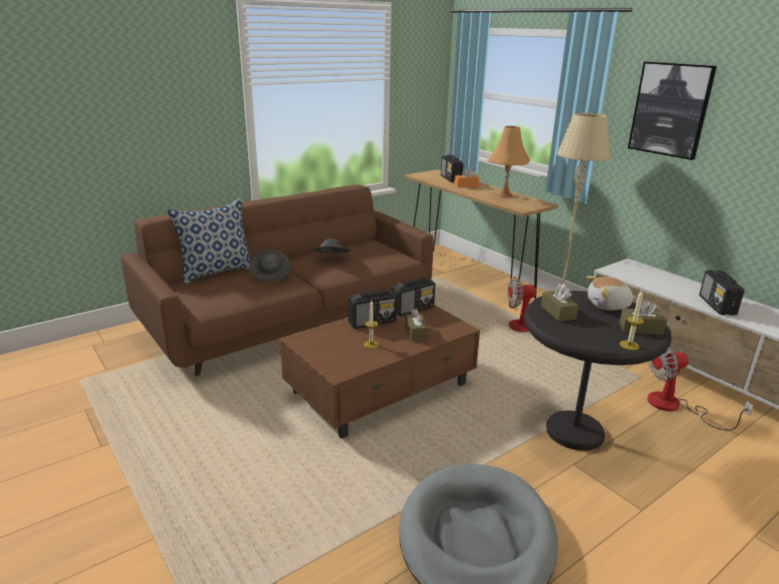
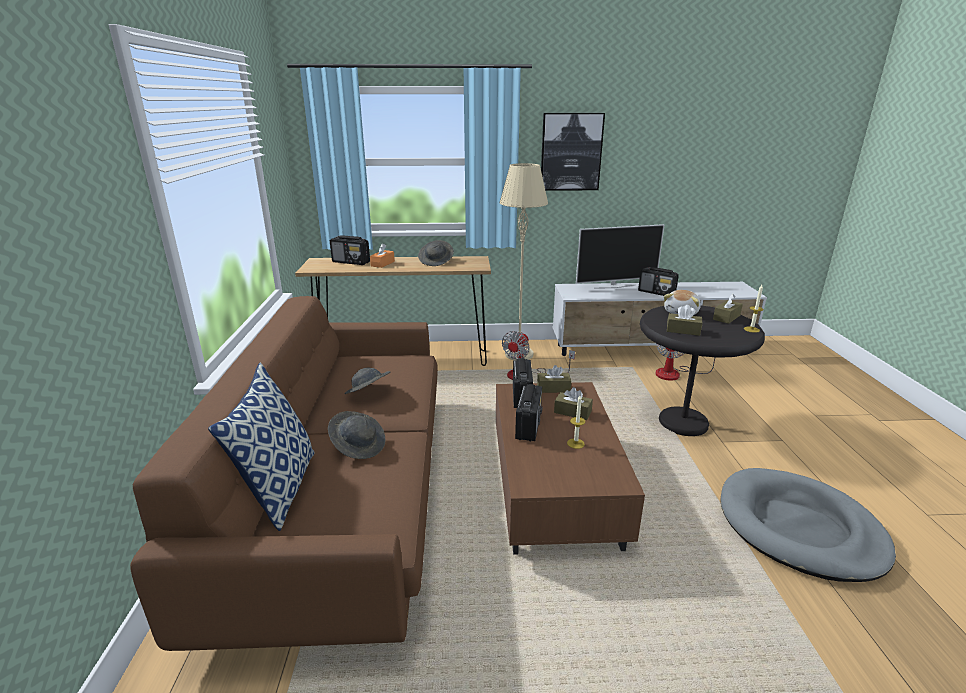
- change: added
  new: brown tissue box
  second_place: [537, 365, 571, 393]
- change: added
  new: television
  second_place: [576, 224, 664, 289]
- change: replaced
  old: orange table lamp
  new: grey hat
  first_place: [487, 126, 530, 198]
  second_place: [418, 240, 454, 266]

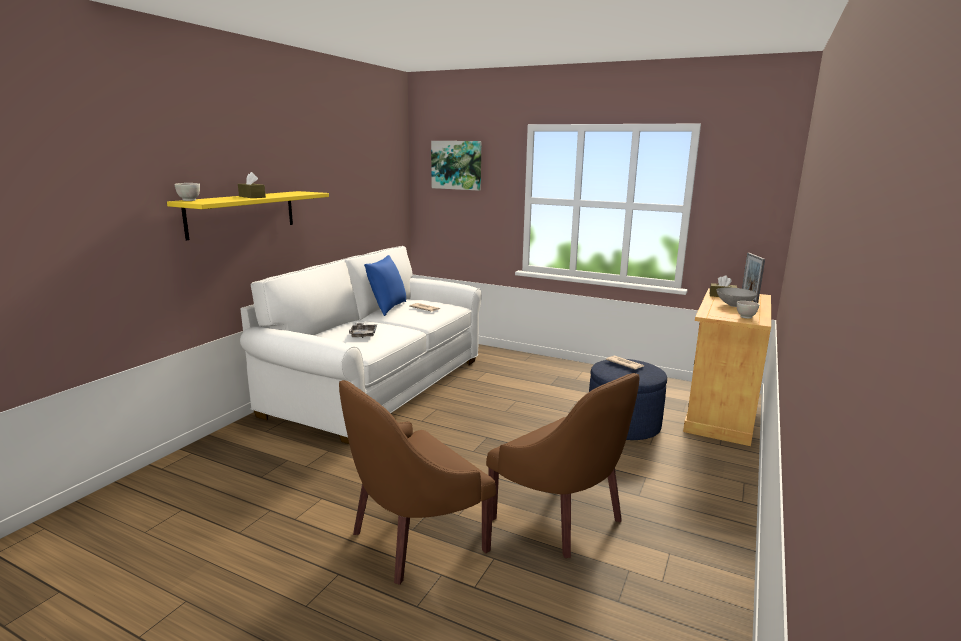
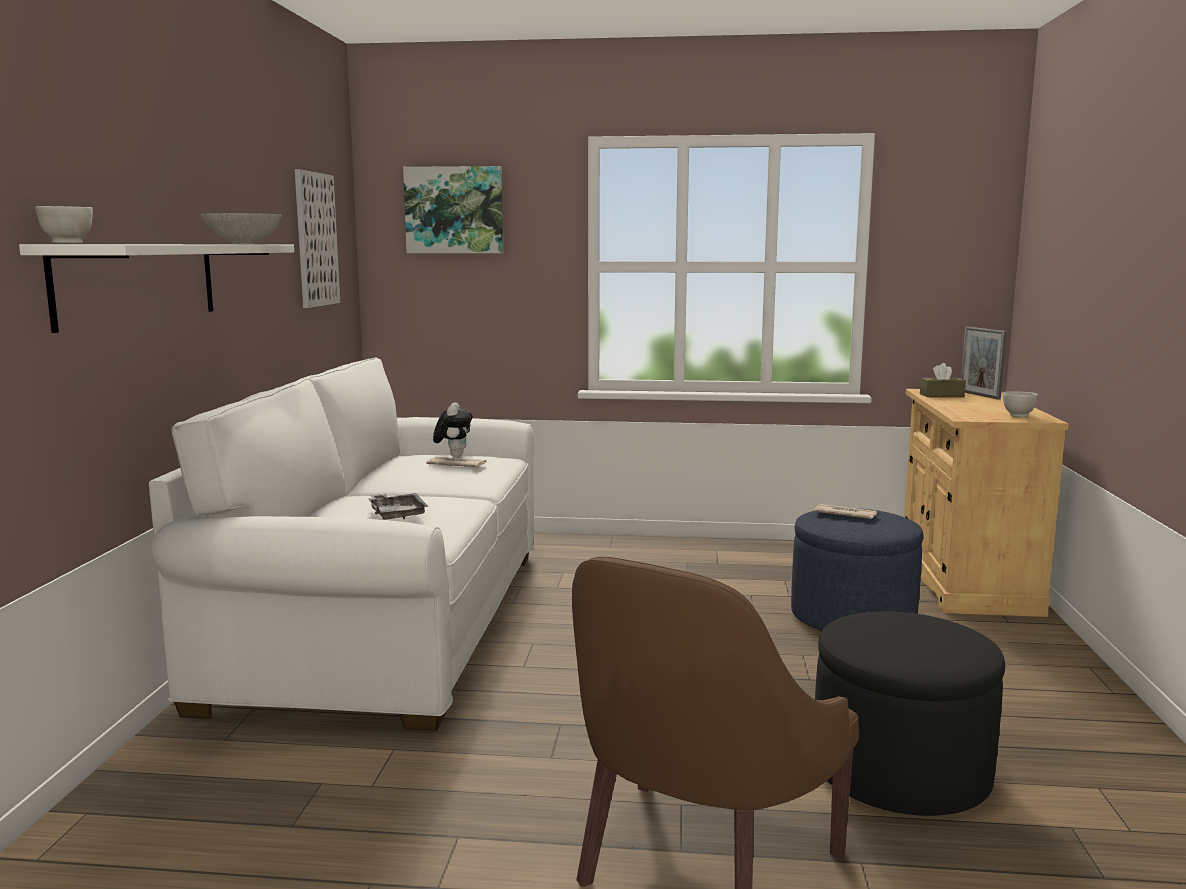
- change: removed
  old: brown tissue box
  first_place: [238, 172, 266, 198]
- change: removed
  old: blue pillow
  first_place: [364, 255, 406, 316]
- change: added
  new: picture
  second_place: [295, 169, 340, 308]
- change: added
  new: plush toy
  second_place: [433, 403, 473, 458]
- change: moved
  old: grey bowl
  first_place: [716, 287, 757, 307]
  second_place: [201, 213, 281, 244]
- change: replaced
  old: brown armchair
  new: black ottoman
  first_place: [486, 373, 640, 558]
  second_place: [815, 611, 1005, 816]
- change: recoloured
  old: yellow shelf
  new: white shelf
  first_place: [167, 191, 329, 240]
  second_place: [19, 244, 294, 333]

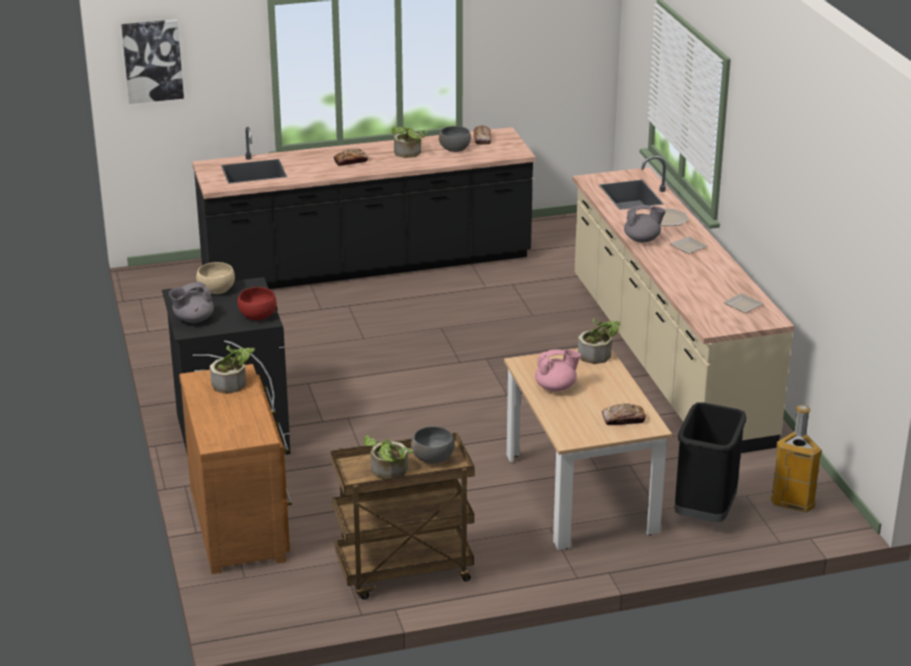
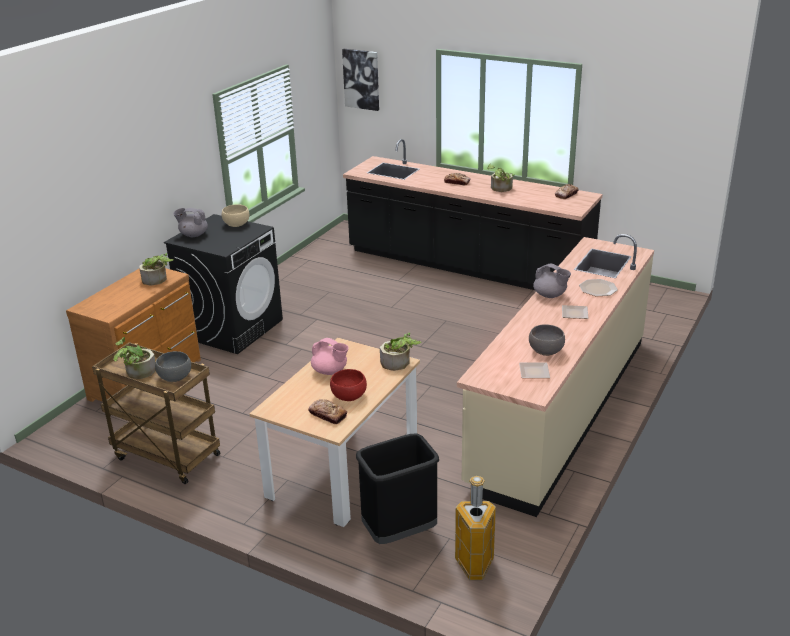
- change: moved
  old: red bowl
  first_place: [237, 287, 277, 320]
  second_place: [330, 369, 367, 401]
- change: moved
  old: grey bowl
  first_place: [439, 126, 471, 152]
  second_place: [529, 324, 565, 356]

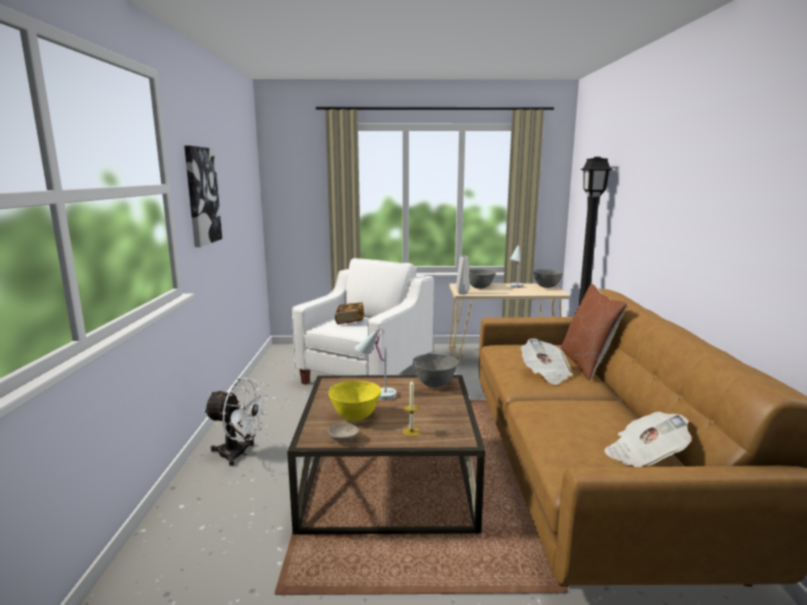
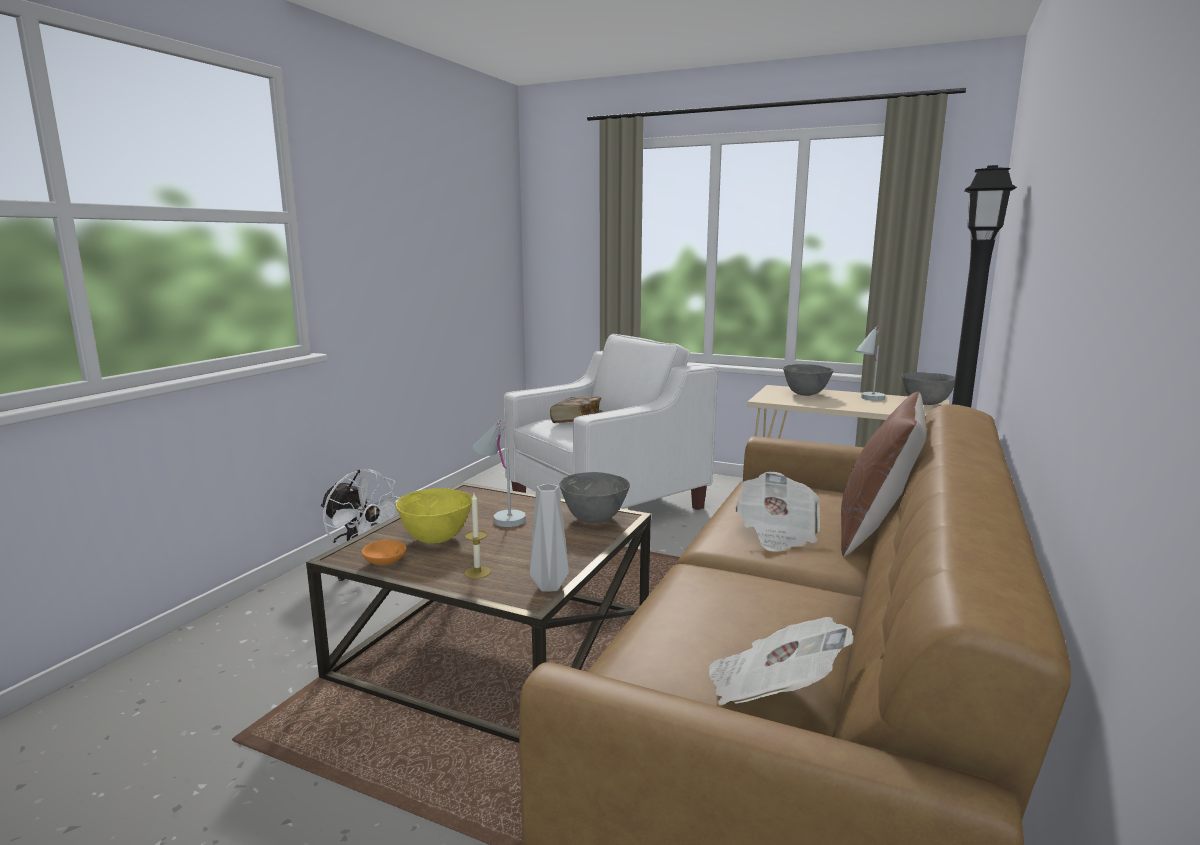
- change: removed
  old: picture
  first_place: [184, 146, 222, 247]
- change: moved
  old: grey vase
  first_place: [456, 256, 470, 295]
  second_place: [530, 484, 569, 592]
- change: recoloured
  old: beige bowl
  new: orange bowl
  first_place: [328, 423, 359, 442]
  second_place: [362, 539, 406, 565]

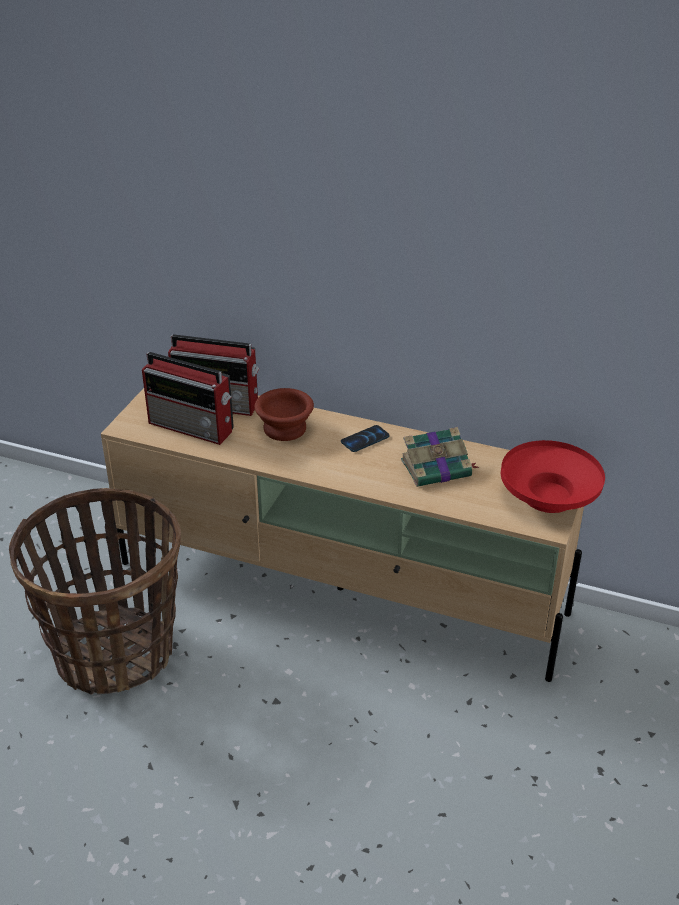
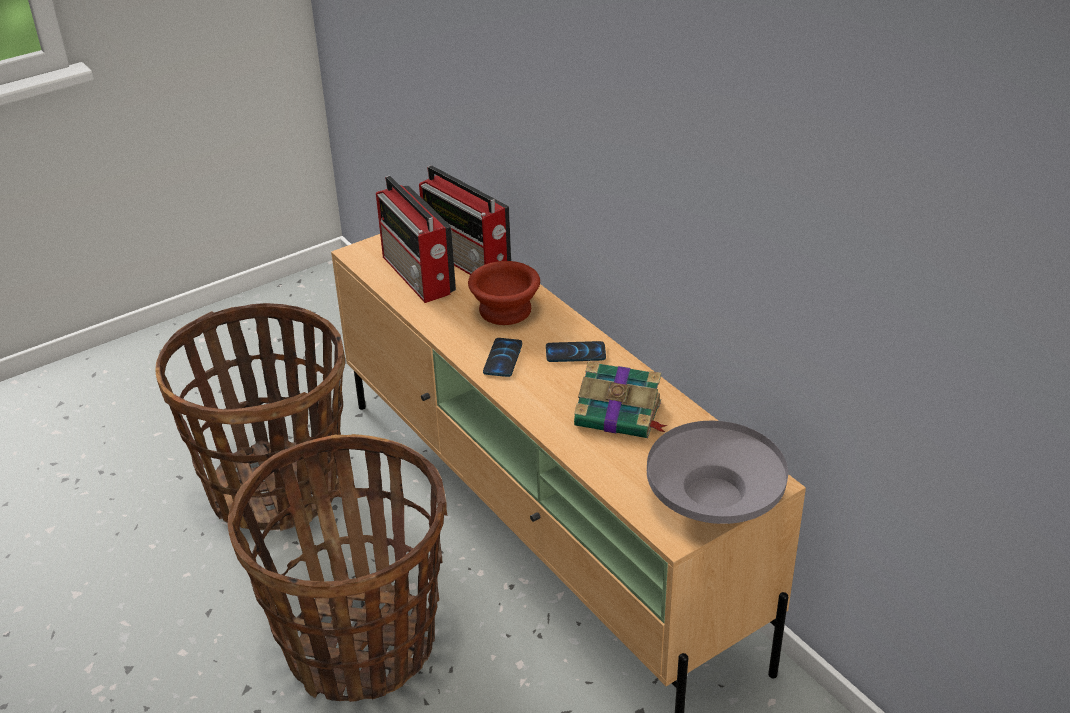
- change: added
  new: basket
  second_place: [228, 434, 447, 702]
- change: added
  new: phone
  second_place: [483, 338, 522, 377]
- change: recoloured
  old: red bowl
  new: grey bowl
  first_place: [501, 440, 605, 513]
  second_place: [647, 421, 788, 524]

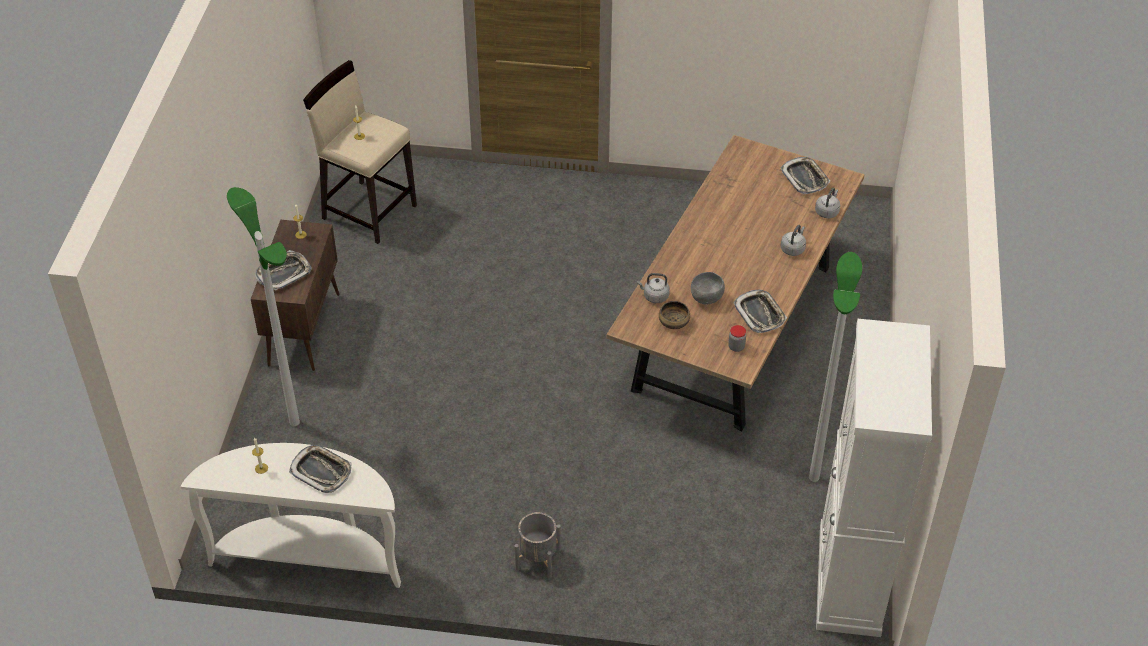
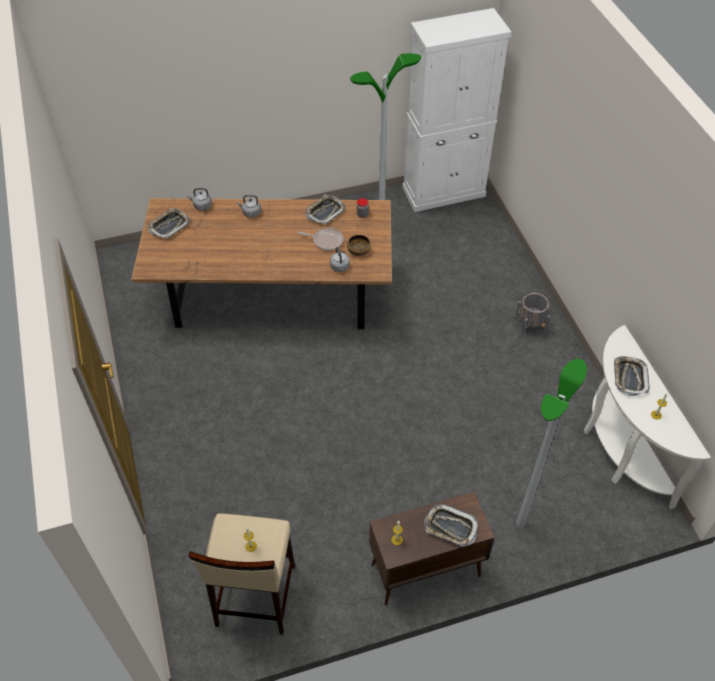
- change: replaced
  old: grey bowl
  new: frying pan
  first_place: [691, 272, 725, 305]
  second_place: [298, 228, 343, 250]

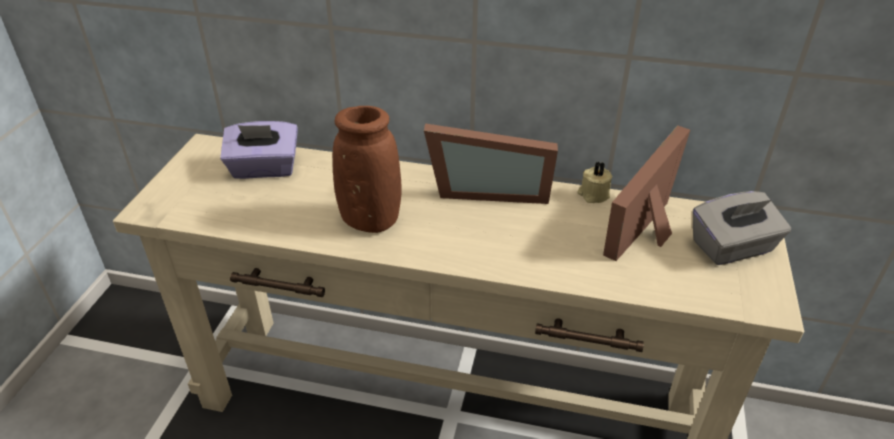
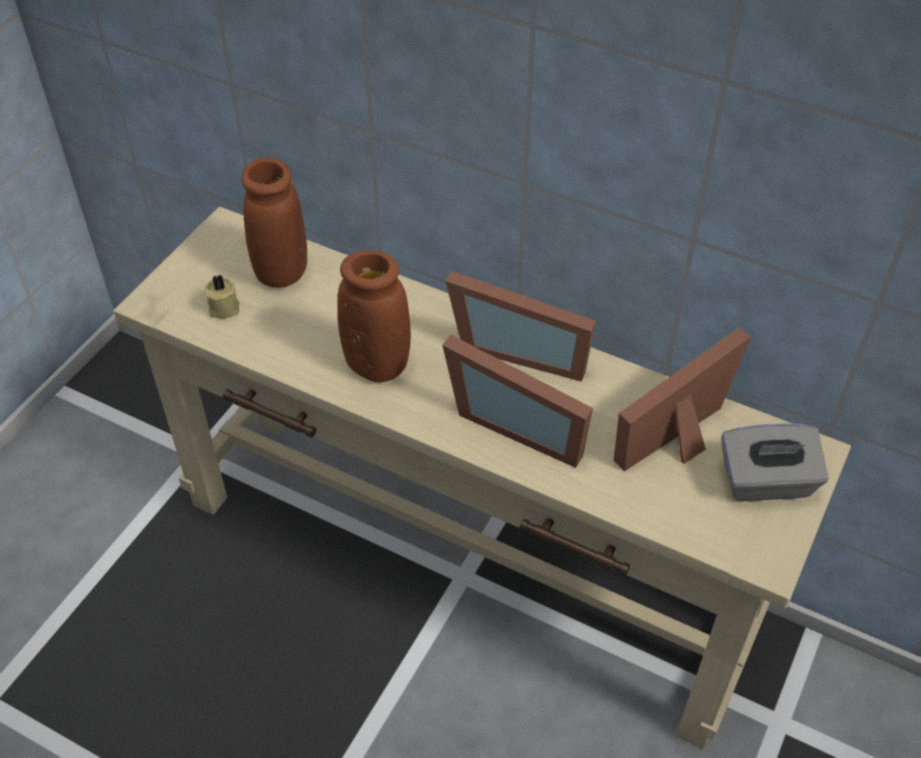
- change: added
  new: picture frame
  second_place: [442, 335, 593, 468]
- change: moved
  old: beige candle
  first_place: [577, 161, 612, 203]
  second_place: [205, 275, 240, 319]
- change: replaced
  old: purple tissue box
  new: brown vase
  first_place: [220, 121, 298, 179]
  second_place: [242, 157, 307, 288]

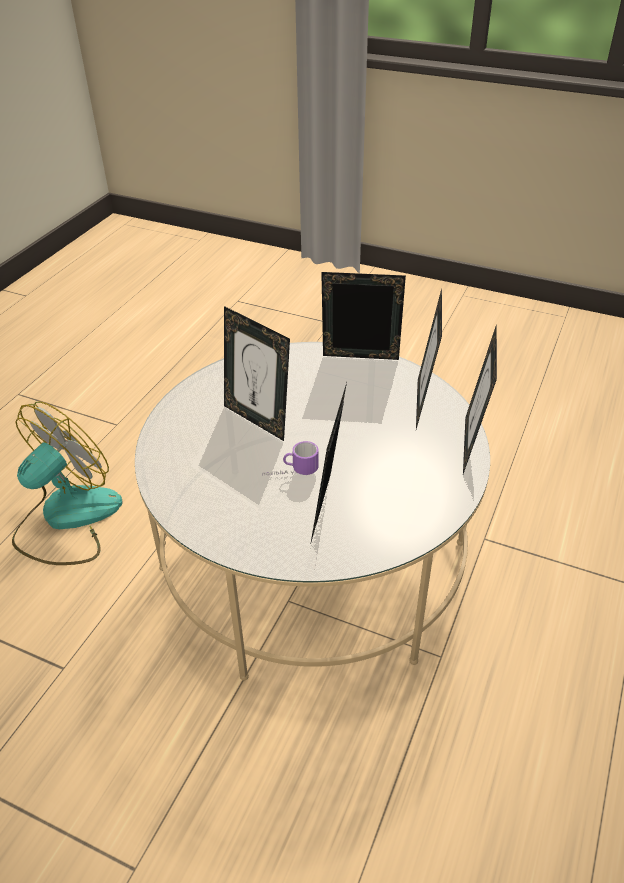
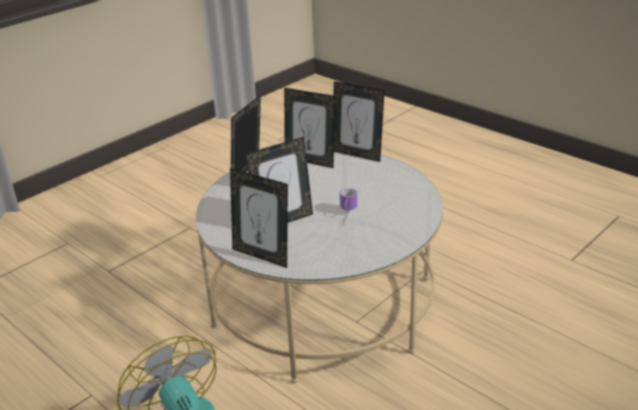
- change: moved
  old: picture frame
  first_place: [311, 382, 347, 541]
  second_place: [230, 168, 288, 268]

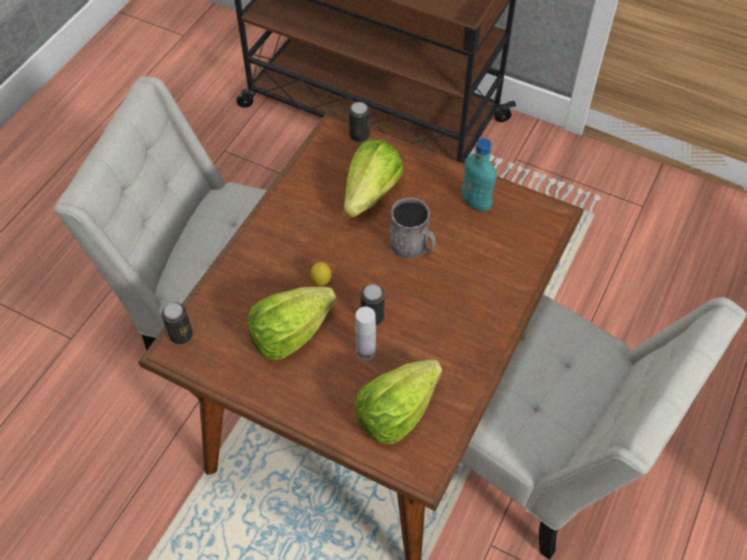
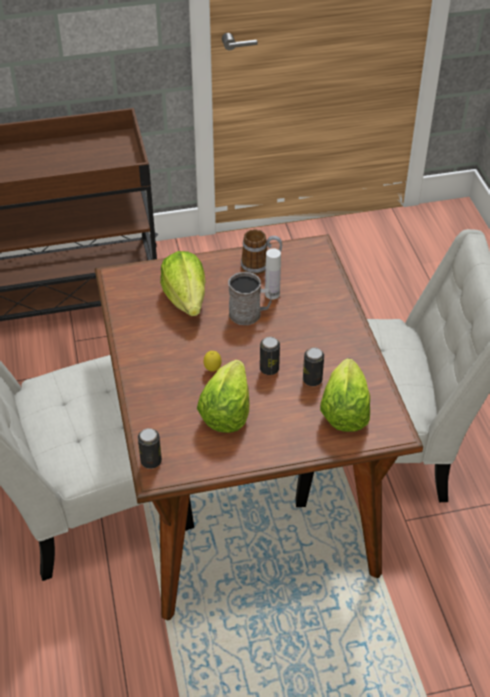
- change: moved
  old: can
  first_place: [349, 102, 370, 142]
  second_place: [303, 348, 324, 386]
- change: moved
  old: white bottle
  first_place: [355, 307, 376, 361]
  second_place: [265, 248, 281, 299]
- change: replaced
  old: turquoise bottle
  new: mug
  first_place: [461, 138, 497, 212]
  second_place: [241, 229, 282, 275]

